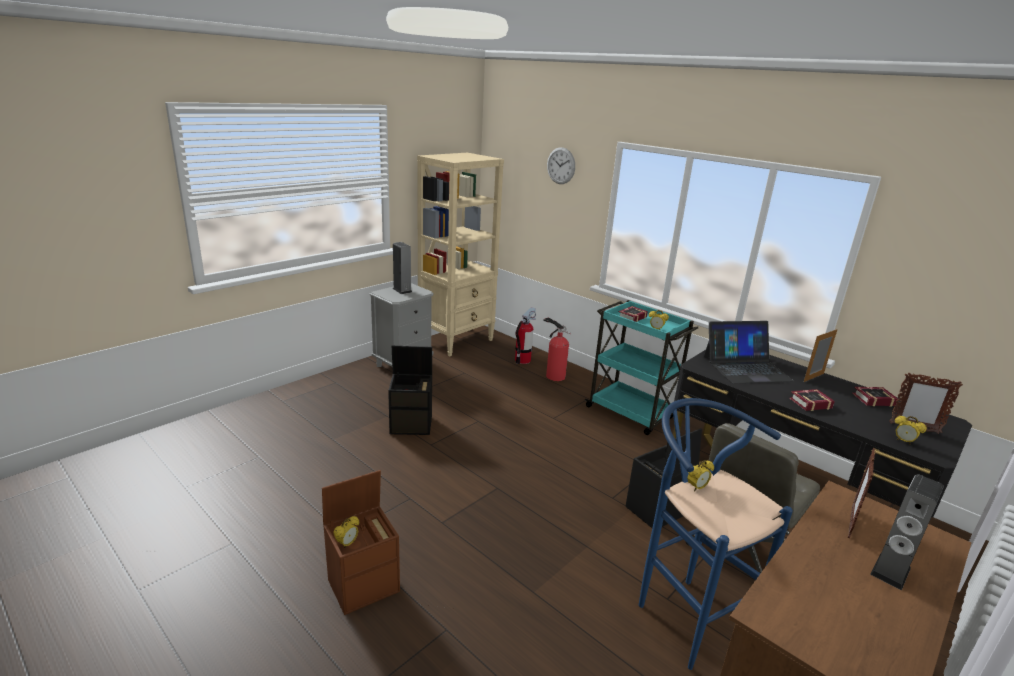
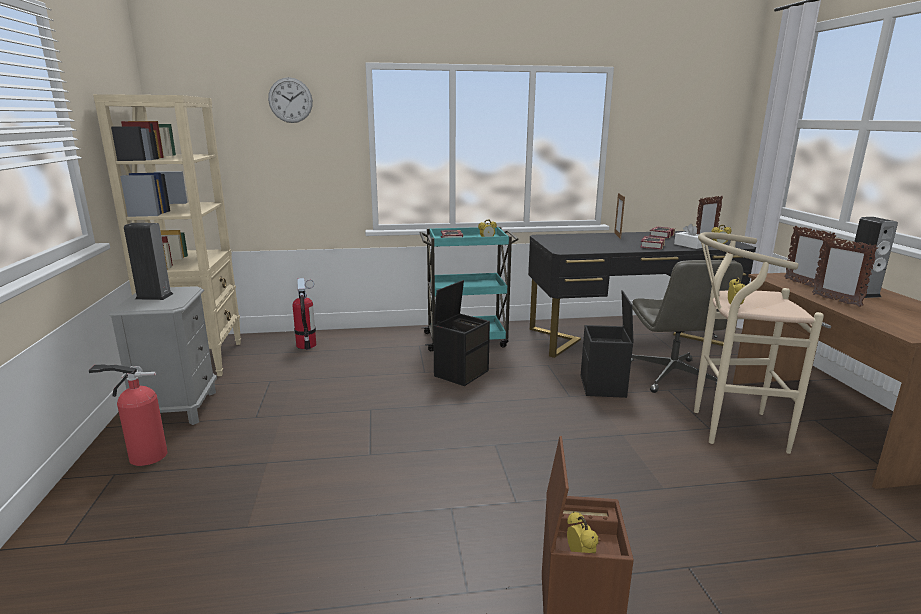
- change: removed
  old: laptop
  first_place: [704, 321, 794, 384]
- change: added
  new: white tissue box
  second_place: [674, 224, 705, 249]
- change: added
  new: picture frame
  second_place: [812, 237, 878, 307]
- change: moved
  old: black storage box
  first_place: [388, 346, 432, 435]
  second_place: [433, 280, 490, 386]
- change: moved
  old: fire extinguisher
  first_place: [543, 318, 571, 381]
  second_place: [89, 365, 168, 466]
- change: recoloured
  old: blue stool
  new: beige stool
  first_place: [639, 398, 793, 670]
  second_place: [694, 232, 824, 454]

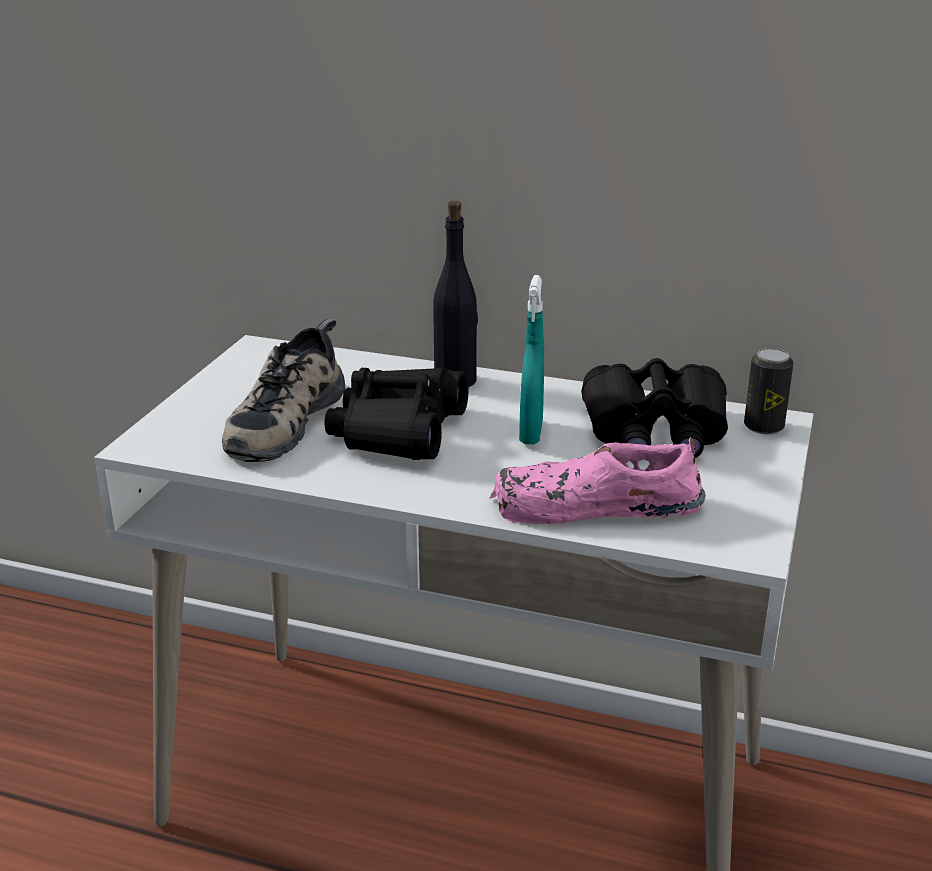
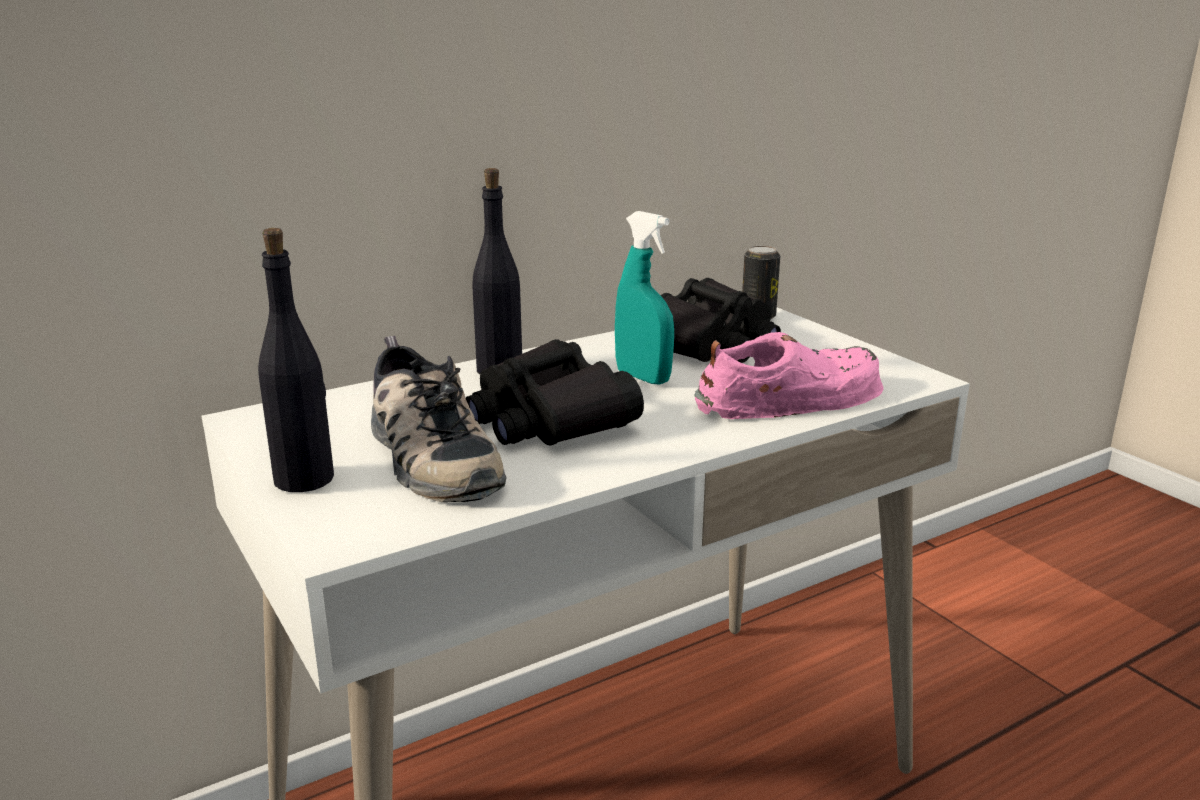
- change: added
  new: black bottle
  second_place: [258, 228, 334, 492]
- change: turned
  old: pink shoe
  first_place: [490, 437, 706, 524]
  second_place: [694, 332, 884, 419]
  degrees: -150

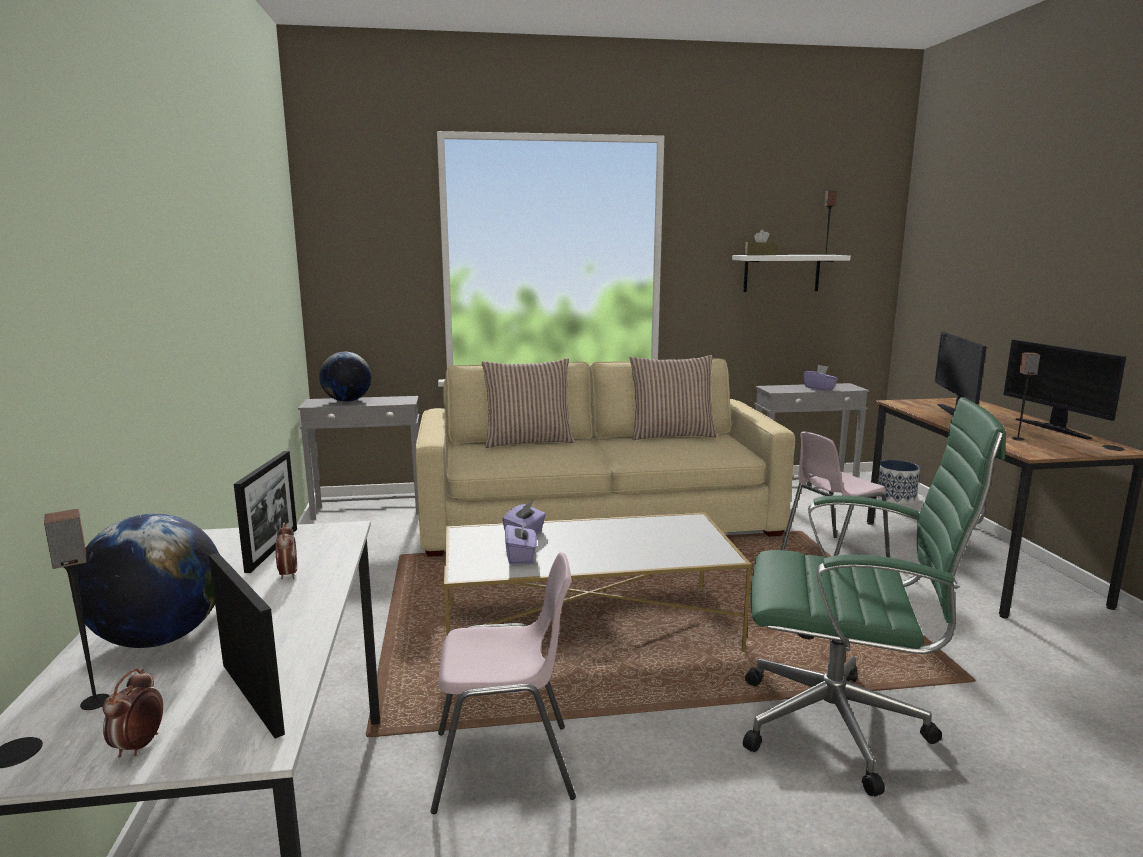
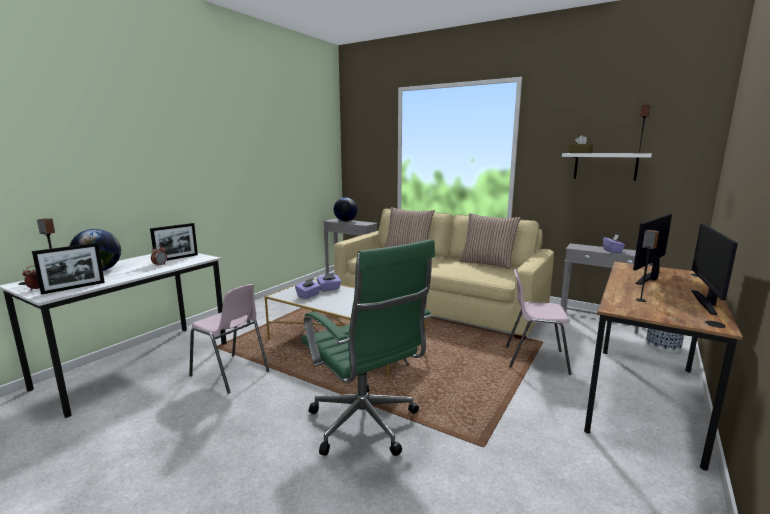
- change: turned
  old: picture frame
  first_place: [209, 553, 285, 738]
  second_place: [32, 243, 105, 295]
  degrees: 45

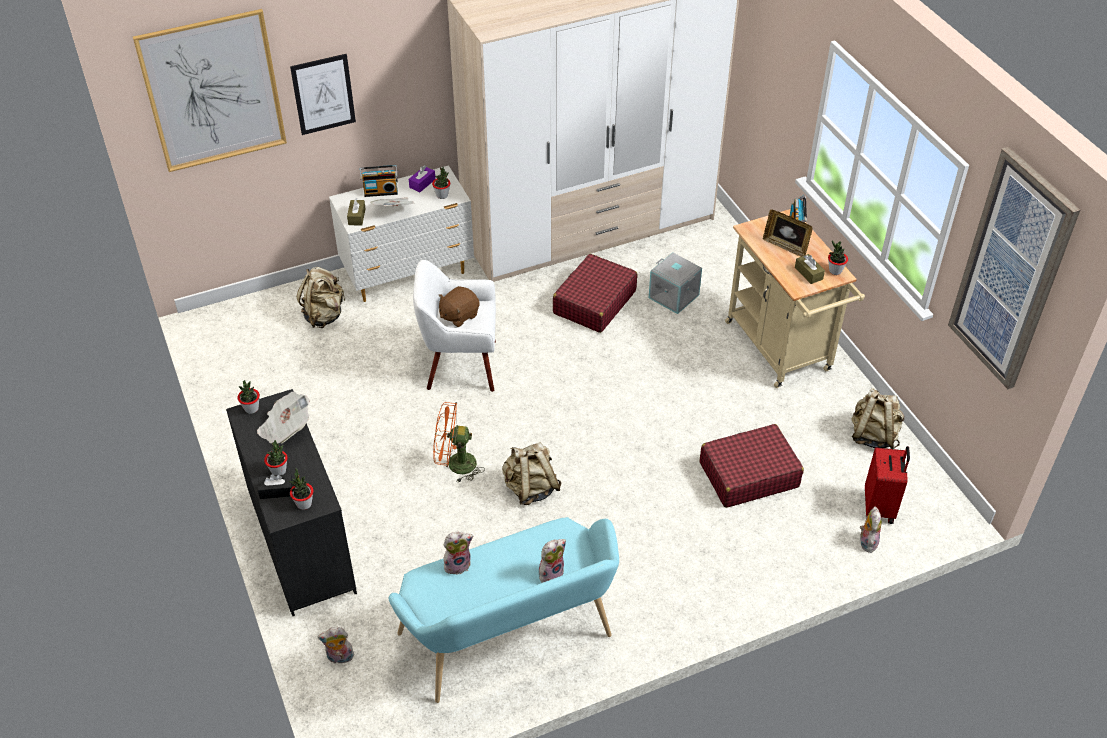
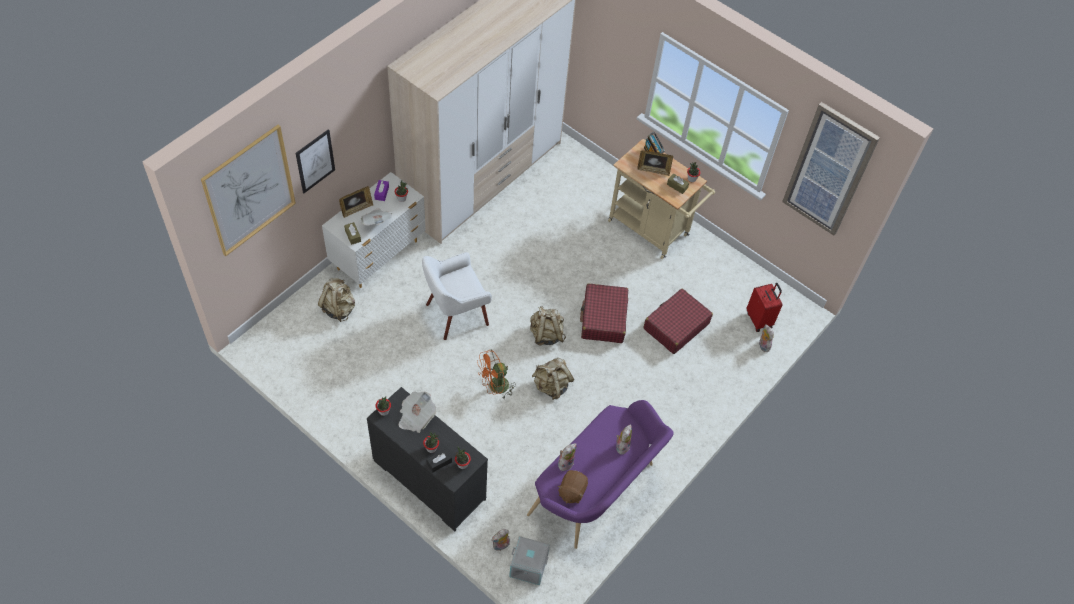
- change: moved
  old: brown plush toy
  first_place: [438, 286, 480, 327]
  second_place: [558, 470, 588, 504]
- change: moved
  old: red suitcase
  first_place: [553, 254, 637, 333]
  second_place: [580, 284, 628, 343]
- change: moved
  old: grey storage box
  first_place: [649, 252, 702, 314]
  second_place: [509, 536, 550, 585]
- change: moved
  old: beige backpack
  first_place: [851, 388, 904, 449]
  second_place: [530, 306, 566, 346]
- change: replaced
  old: radio
  new: picture frame
  first_place: [360, 165, 398, 197]
  second_place: [339, 186, 373, 218]
- change: recoloured
  old: turquoise bench
  new: purple bench
  first_place: [389, 517, 619, 703]
  second_place: [527, 400, 673, 549]

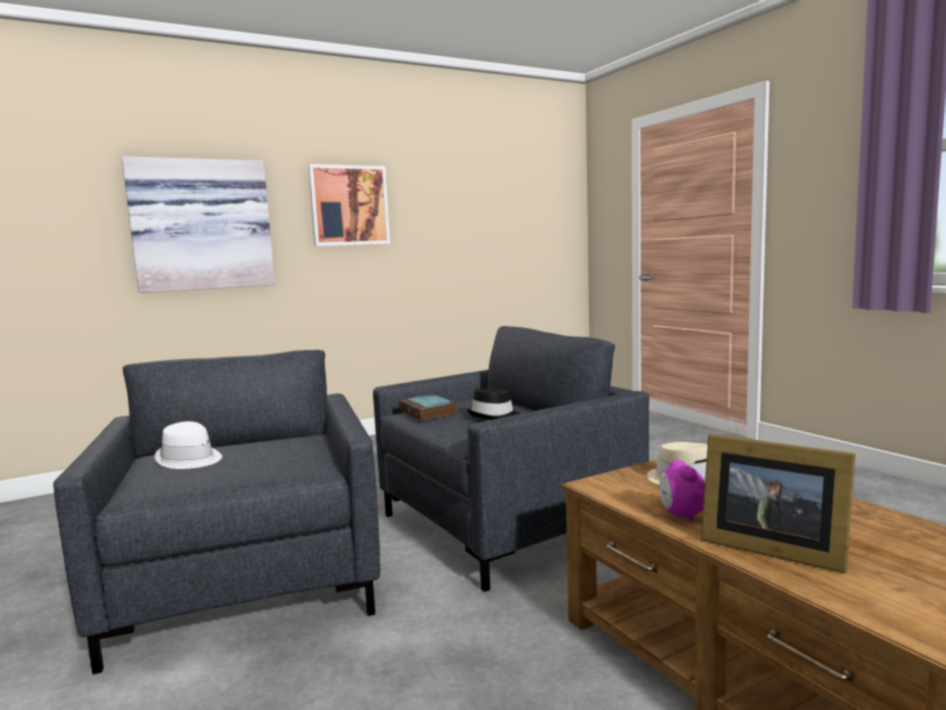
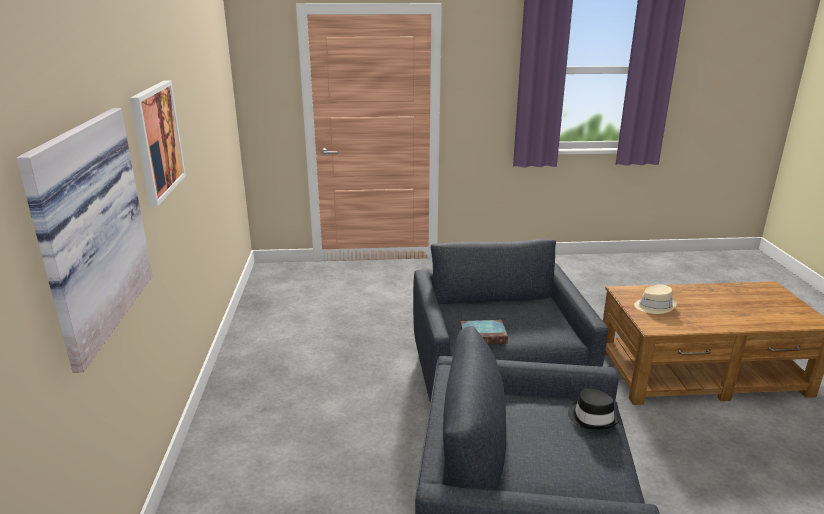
- change: removed
  old: white hat
  first_place: [154, 421, 222, 469]
- change: removed
  old: alarm clock
  first_place: [659, 461, 705, 521]
- change: removed
  old: picture frame
  first_place: [701, 434, 856, 573]
- change: moved
  old: black hat
  first_place: [466, 388, 520, 420]
  second_place: [568, 389, 620, 430]

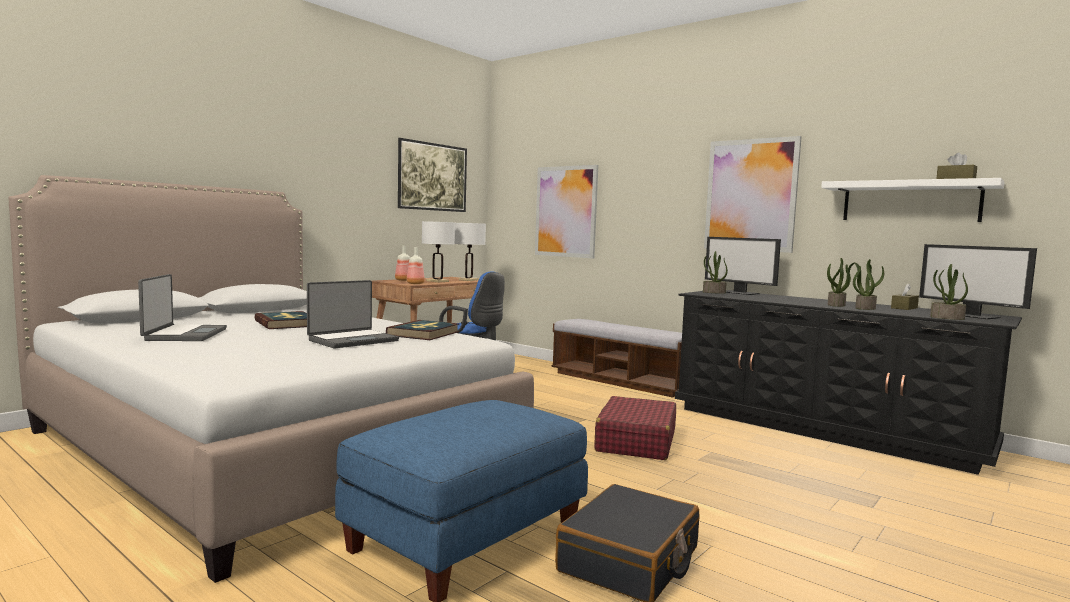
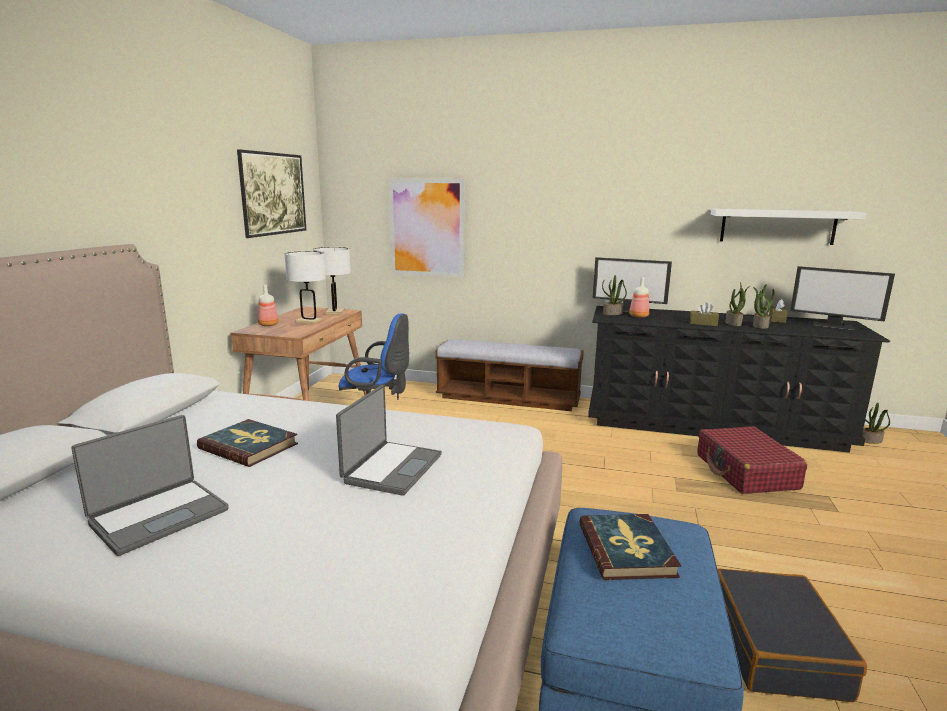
- change: removed
  old: picture
  first_place: [704, 136, 802, 253]
- change: moved
  old: book
  first_place: [386, 320, 459, 340]
  second_place: [579, 514, 681, 580]
- change: moved
  old: bottle
  first_place: [407, 247, 425, 284]
  second_place: [629, 277, 649, 318]
- change: moved
  old: red suitcase
  first_place: [594, 396, 676, 460]
  second_place: [697, 426, 807, 494]
- change: moved
  old: potted plant
  first_place: [930, 264, 968, 320]
  second_place: [862, 403, 890, 444]
- change: moved
  old: brown tissue box
  first_place: [937, 153, 977, 179]
  second_place: [690, 302, 719, 326]
- change: turned
  old: laptop
  first_place: [138, 274, 227, 341]
  second_place: [71, 415, 229, 556]
  degrees: 75

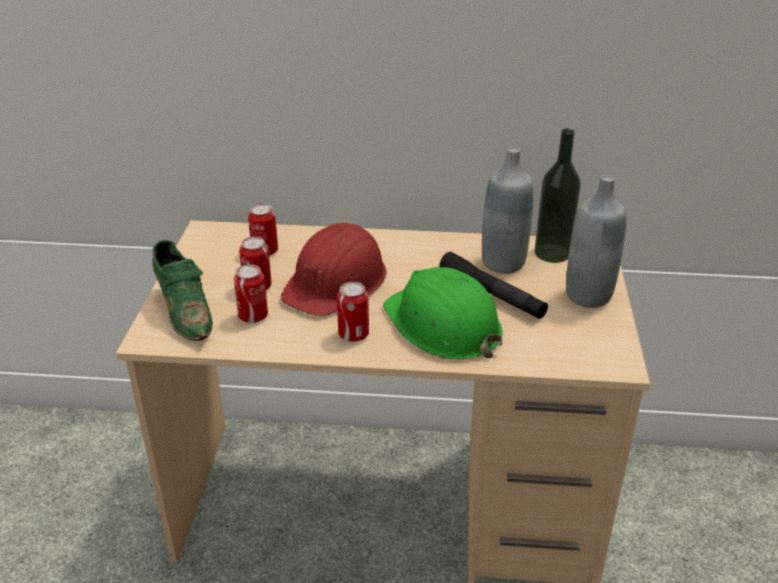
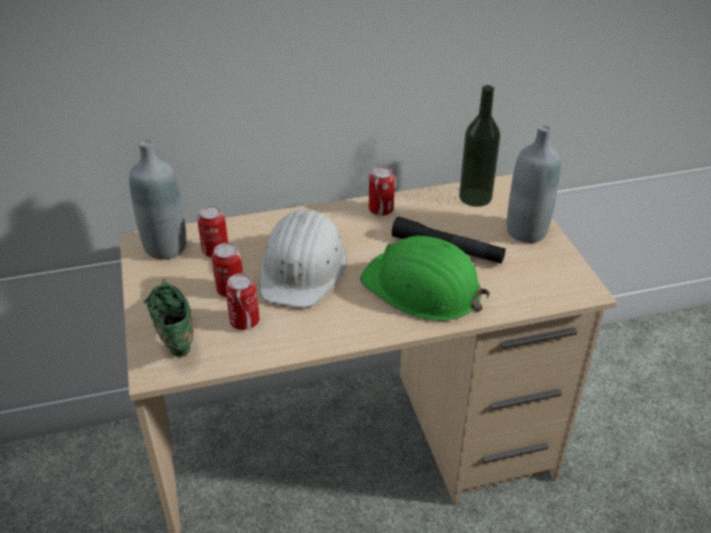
- change: moved
  old: can
  first_place: [337, 282, 369, 342]
  second_place: [369, 166, 395, 216]
- change: moved
  old: grey bottle
  first_place: [482, 147, 534, 274]
  second_place: [129, 140, 186, 260]
- change: recoloured
  old: red hard hat
  new: white hard hat
  first_place: [280, 223, 387, 316]
  second_place: [260, 210, 347, 308]
- change: turned
  old: green shoe
  first_place: [152, 240, 213, 341]
  second_place: [144, 279, 193, 357]
  degrees: -150

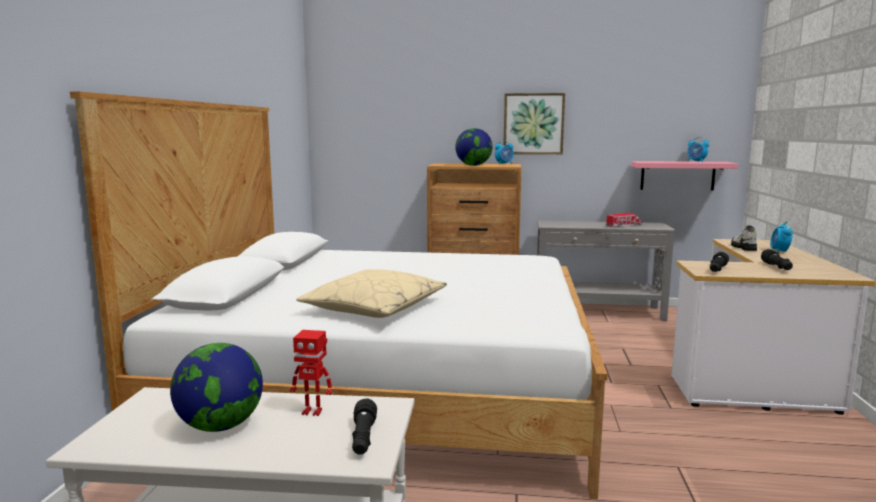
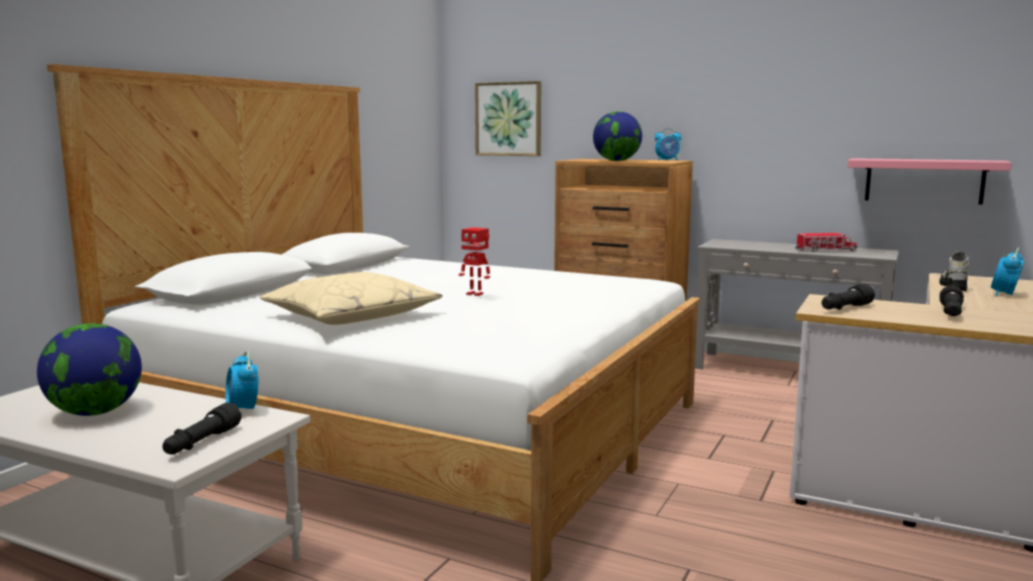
- change: moved
  old: toy robot
  first_place: [290, 330, 332, 416]
  second_place: [459, 227, 490, 296]
- change: moved
  old: picture
  first_place: [503, 93, 565, 154]
  second_place: [475, 81, 541, 156]
- change: moved
  old: alarm clock
  first_place: [687, 137, 709, 162]
  second_place: [225, 351, 258, 409]

